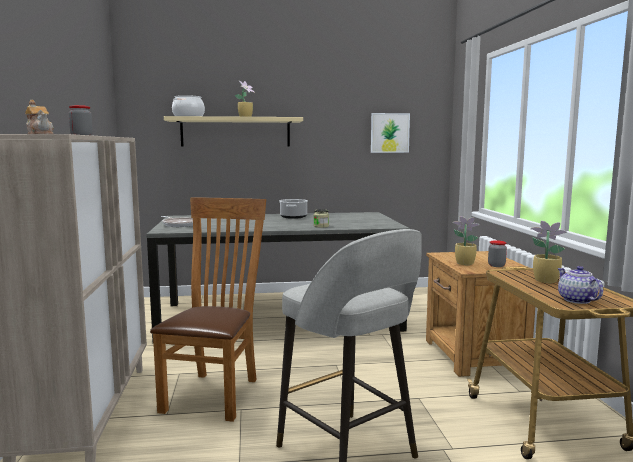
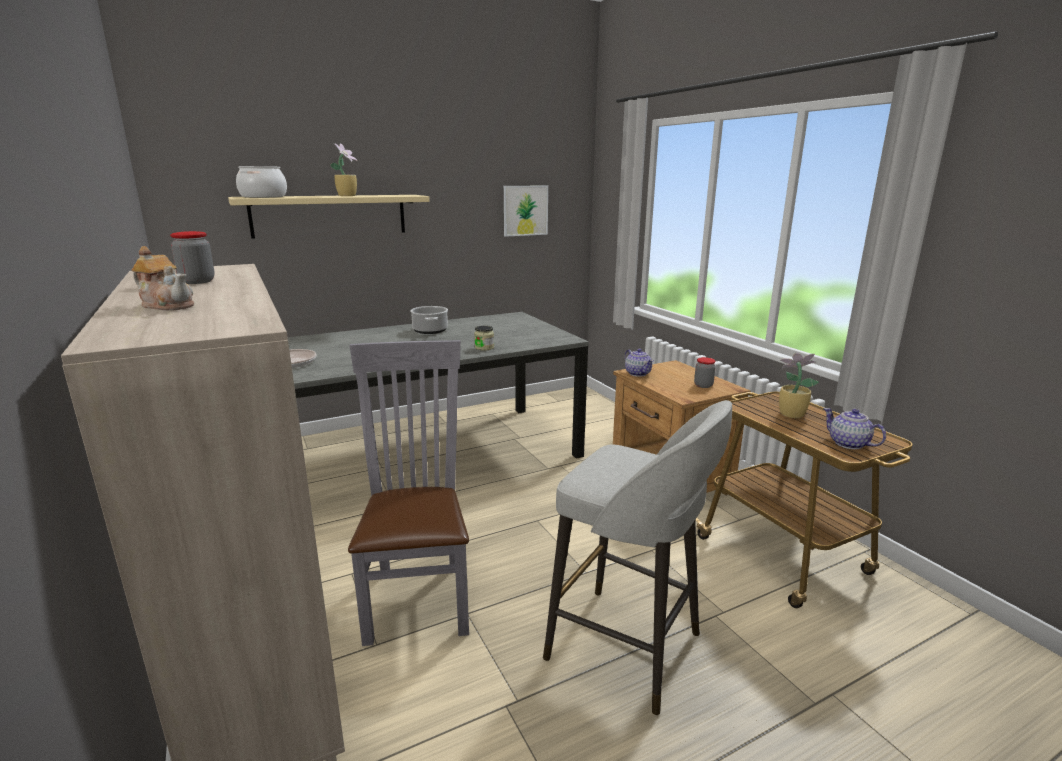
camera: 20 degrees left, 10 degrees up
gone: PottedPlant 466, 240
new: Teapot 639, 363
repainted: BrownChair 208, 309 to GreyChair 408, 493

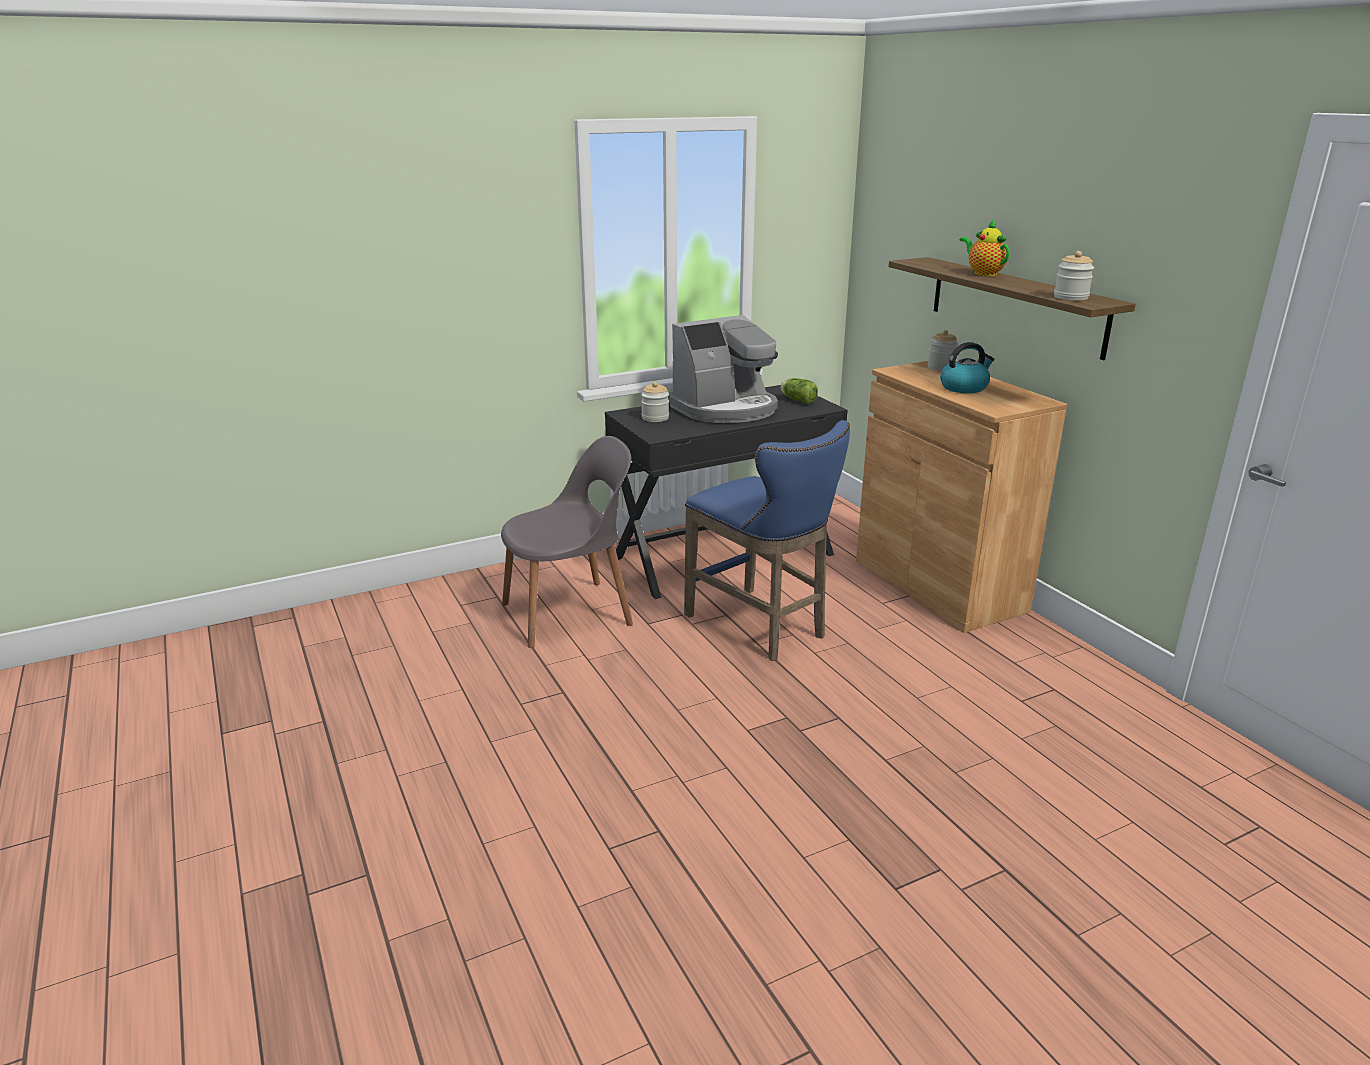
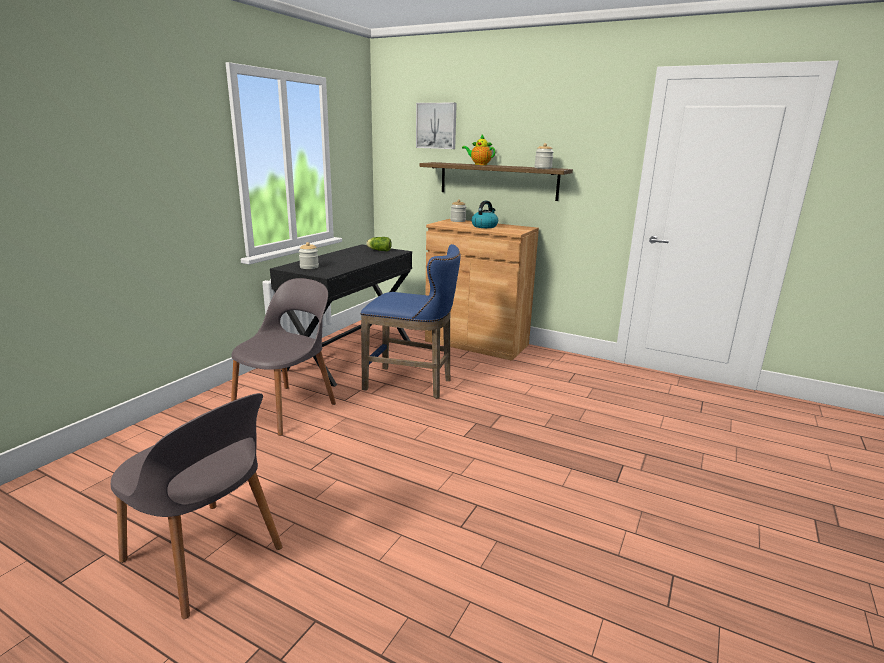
camera: 35 degrees left, 5 degrees down
gone: CoffeeMachine 723, 369
new: GreyChair 197, 506; Picture 436, 126

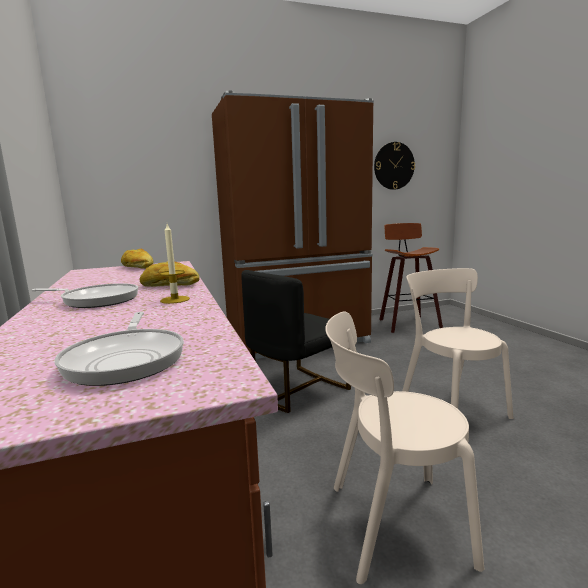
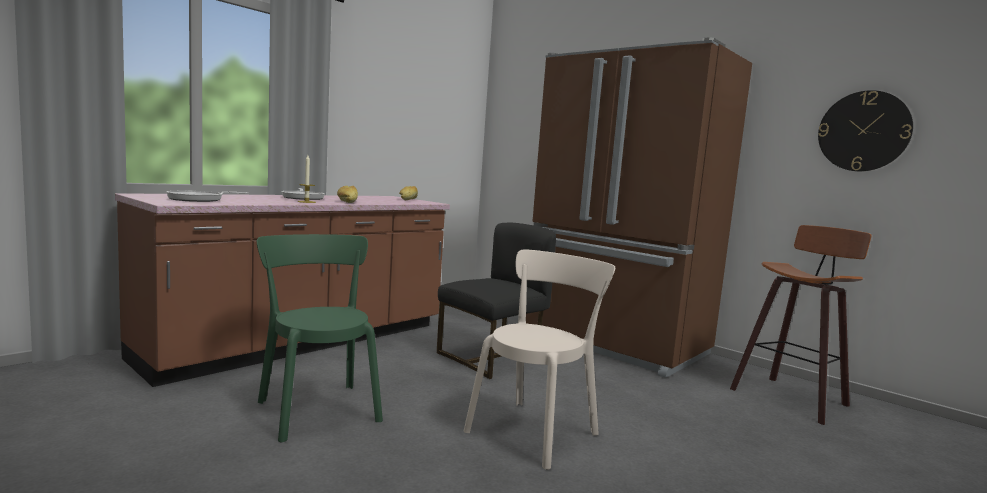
camera: 60 degrees right, 5 degrees down
repainted: BeigeChair 404, 448 to GreenChair 320, 338
rotated: BlackChair 296, 341 = 496, 301 120 degrees clockwise

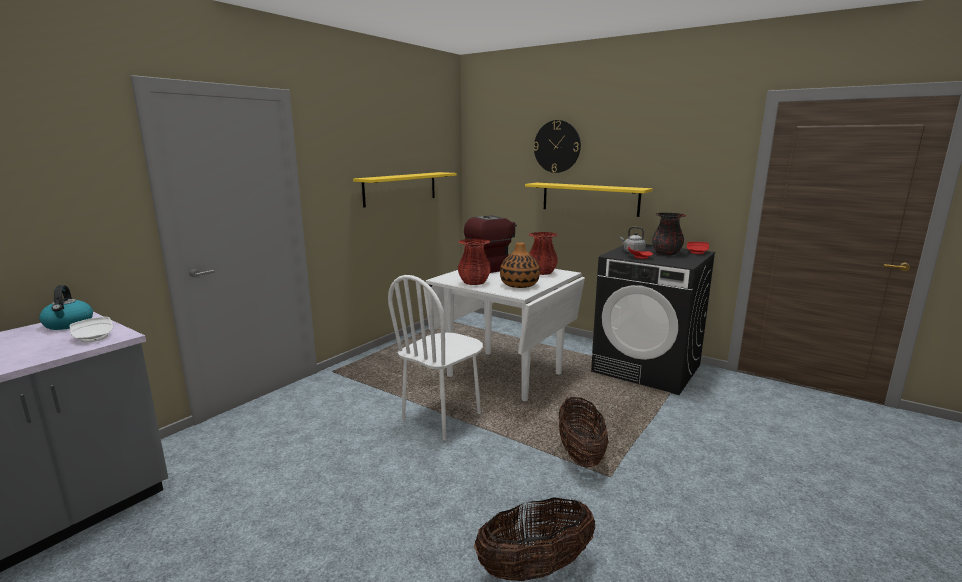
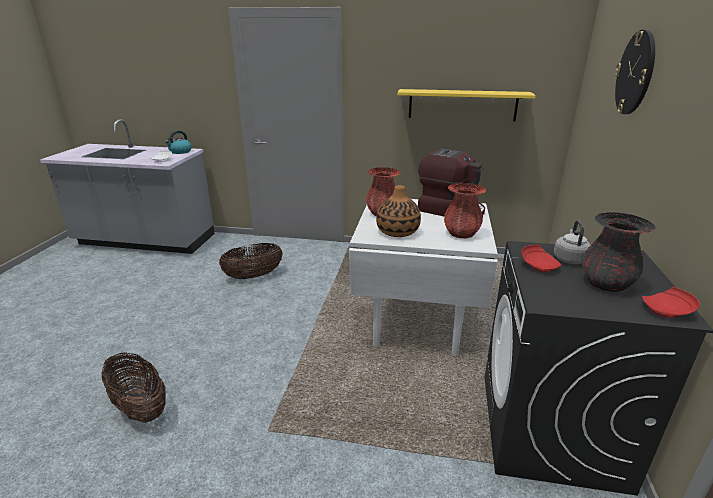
camera: 65 degrees right, 10 degrees up
gone: WhiteChair 435, 357; YellowShelf 589, 200
shifted: Basket 583, 432 to 251, 261

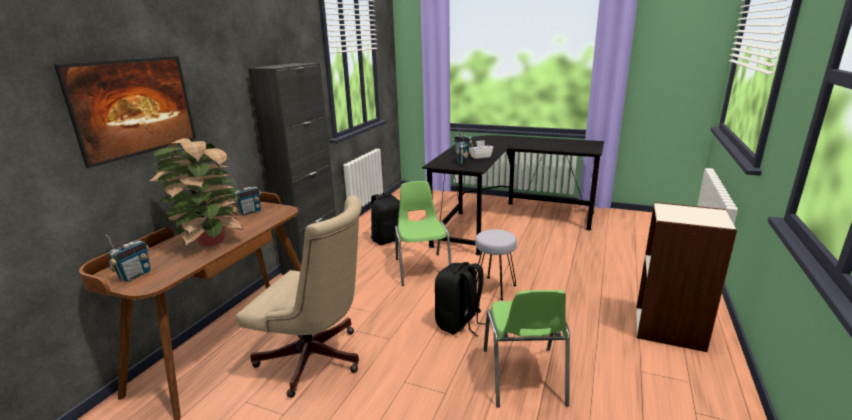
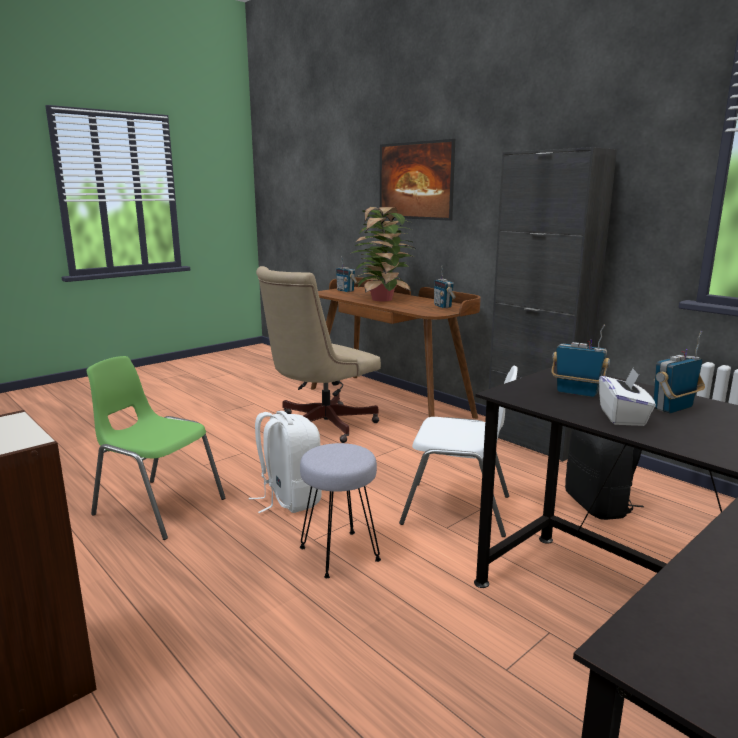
camera: 115 degrees right, 5 degrees down
repainted: GreenChair 423, 233 to WhiteChair 458, 451; BlackBackpack 460, 299 to WhiteBackpack 285, 462

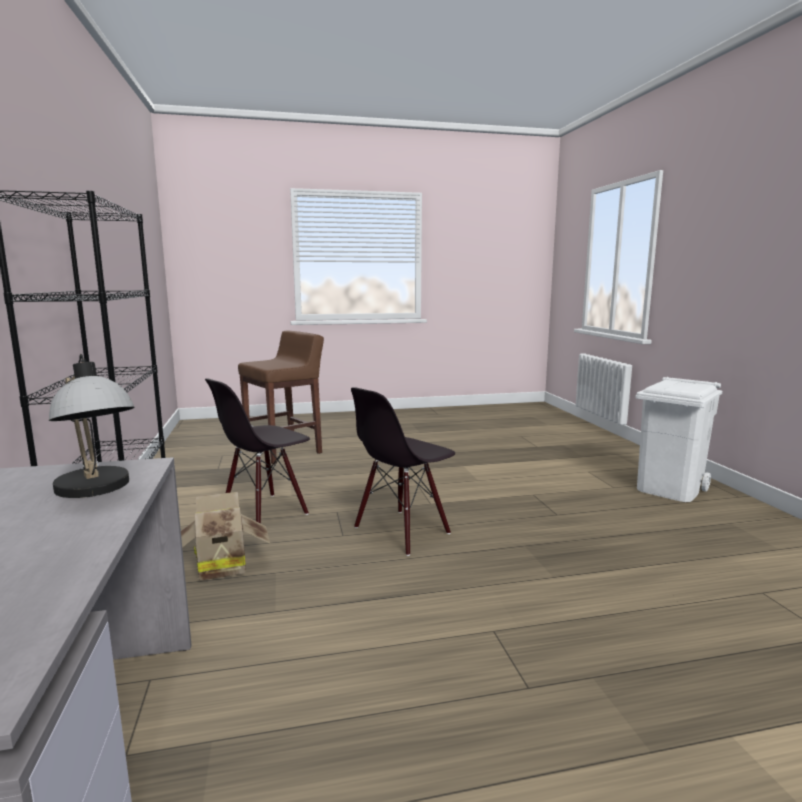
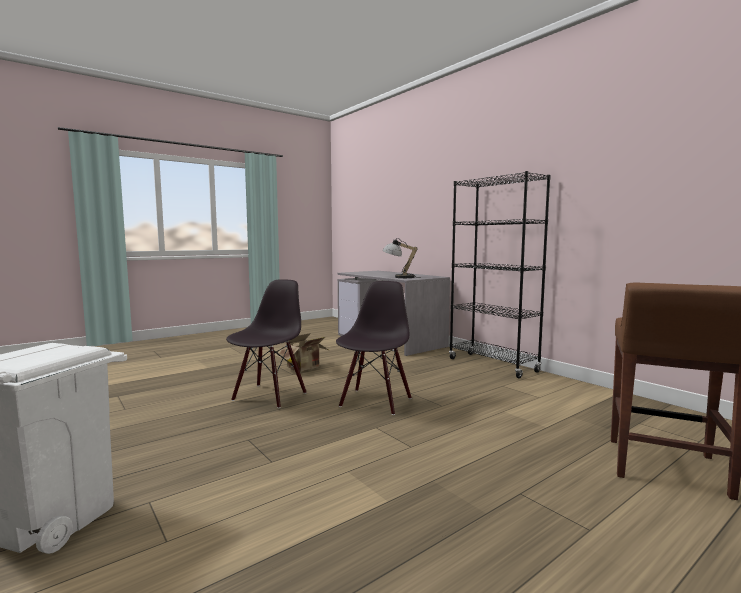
camera: 155 degrees right, 5 degrees down
shifted: CardboardBox 225, 536 to 301, 352; BlackChair 257, 450 to 266, 343

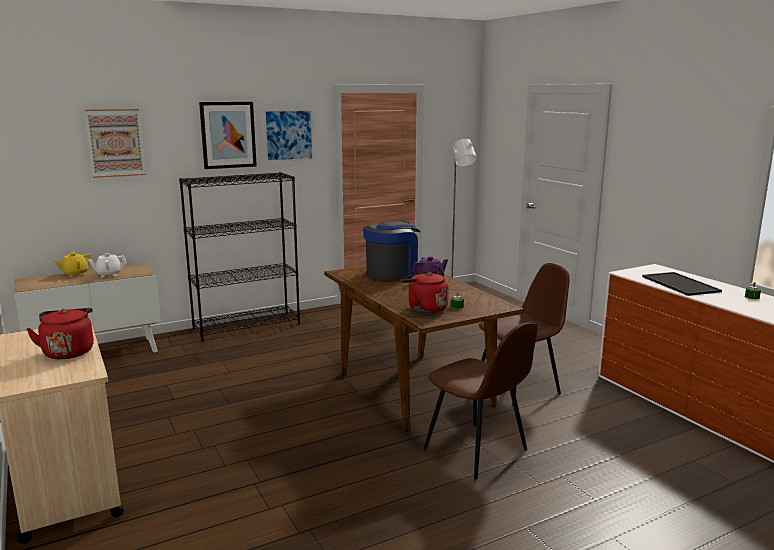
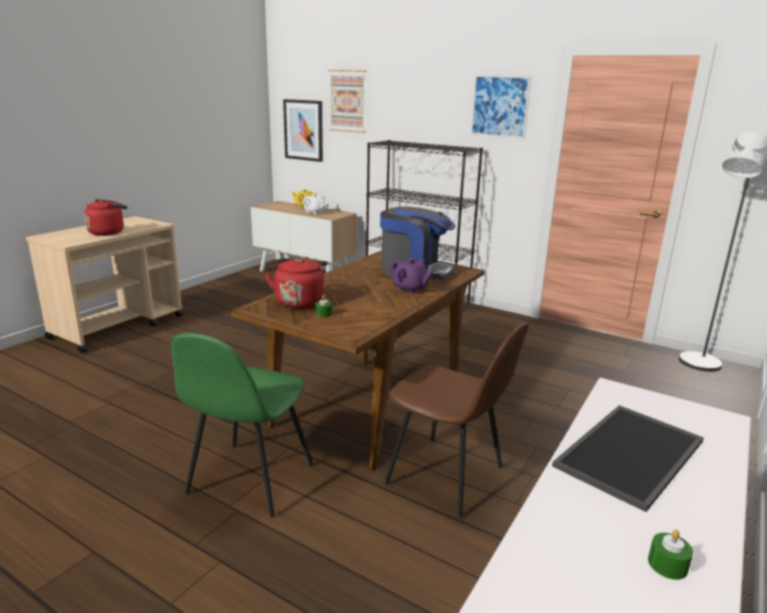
camera: 60 degrees right, 5 degrees up
shifted: Picture 228, 135 to 303, 130
repainted: BrownChair 480, 400 to GreenChair 242, 425

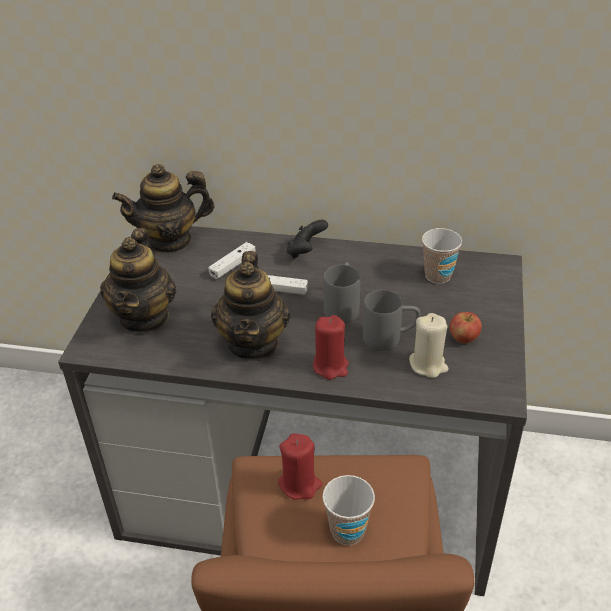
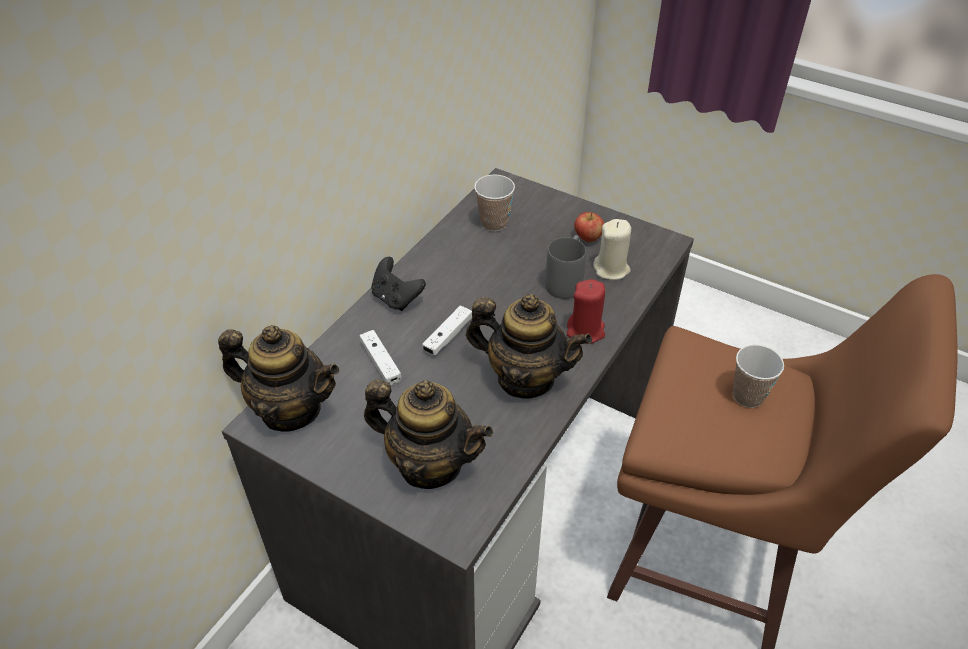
camera: 70 degrees left, 5 degrees up
gone: RedCandle 300, 466; GreyMug 341, 292
rotated: Teapot 163, 209 = 278, 378 75 degrees counterclockwise

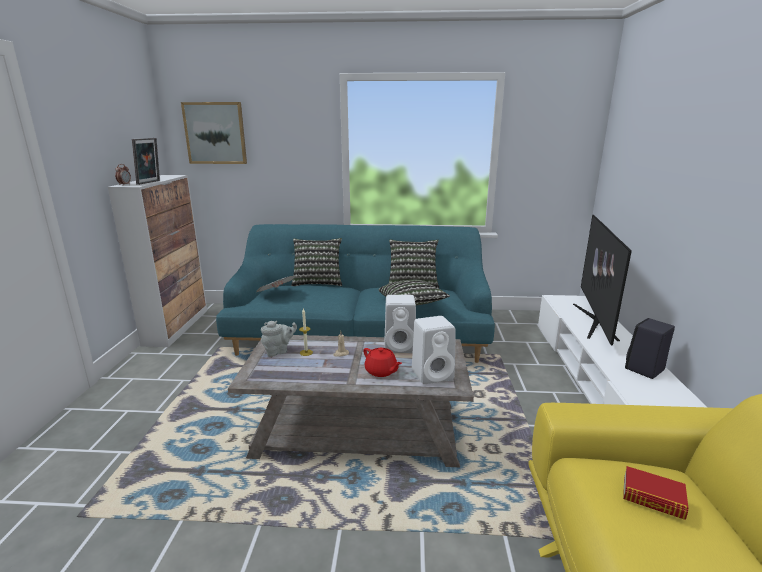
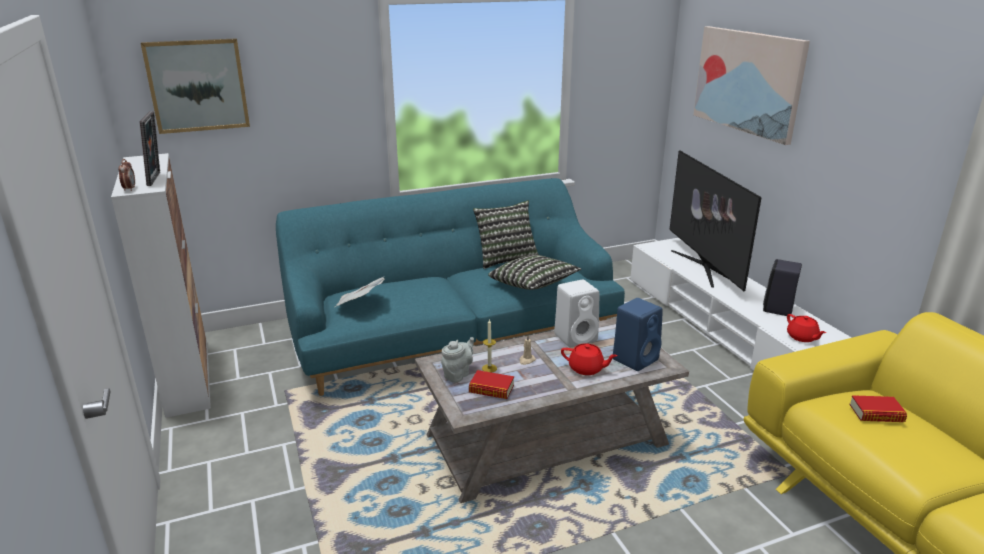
camera: 25 degrees left, 5 degrees up
gone: Pillow 316, 262
new: Book 491, 384; Picture 751, 85; RedTeapot 806, 328
repainted: WhiteSpeaker 433, 350 to BlueSpeaker 638, 334

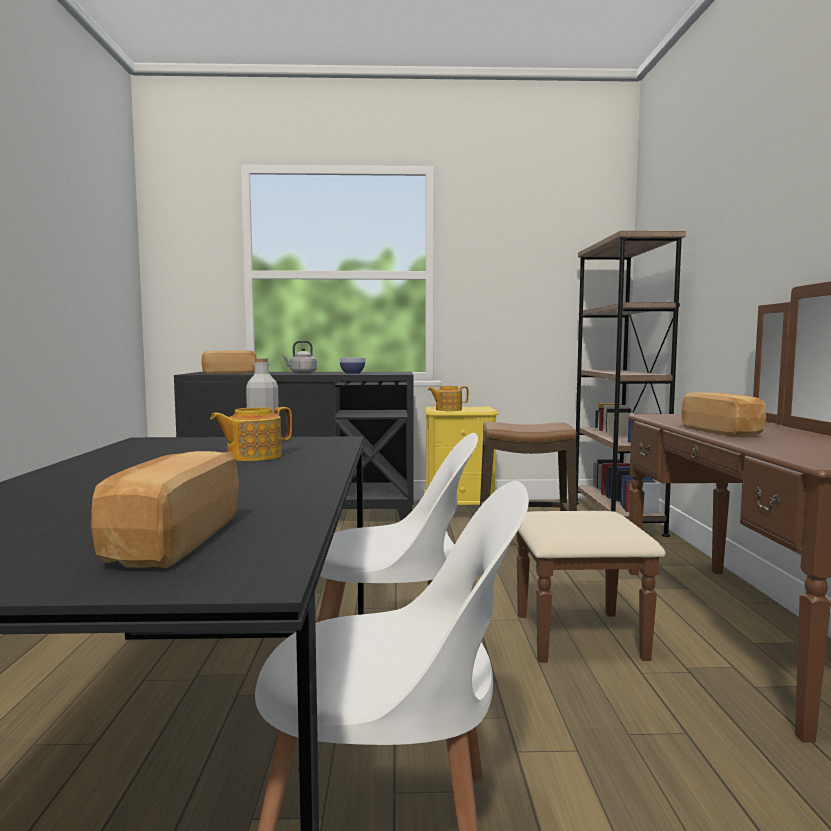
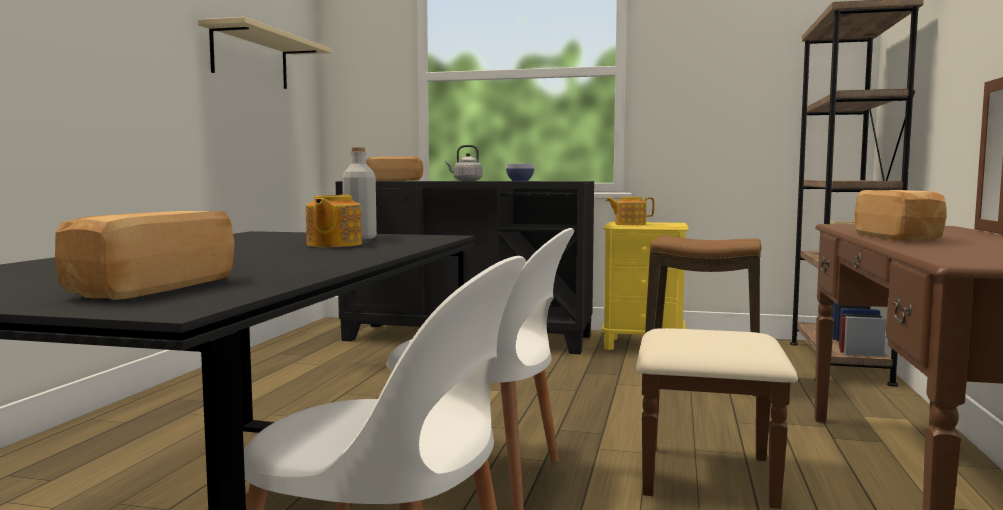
camera: 15 degrees right, 0 degrees up
new: BeigeShelf 264, 53
rotated: Teapot 251, 434 = 334, 220 60 degrees counterclockwise

